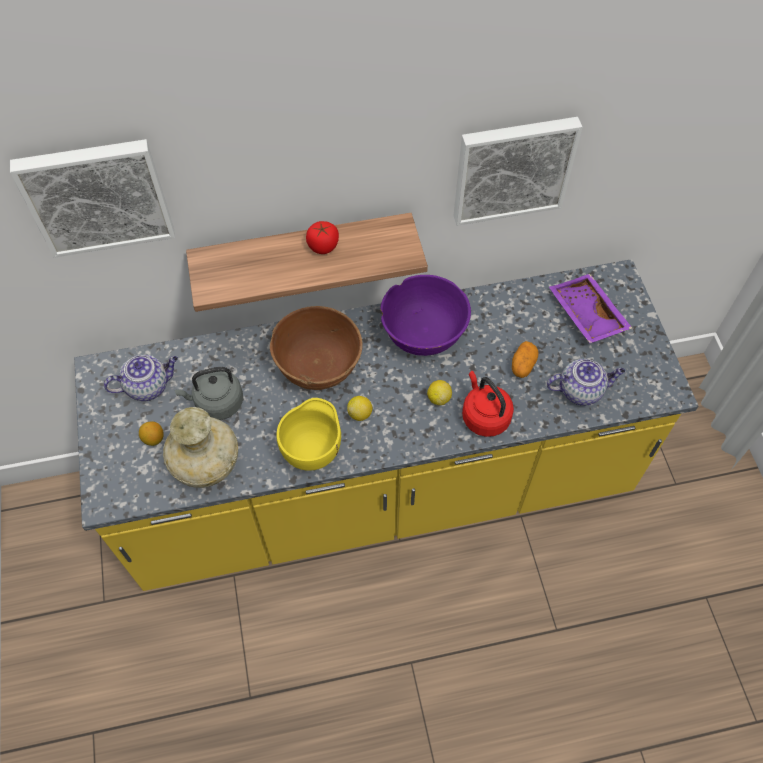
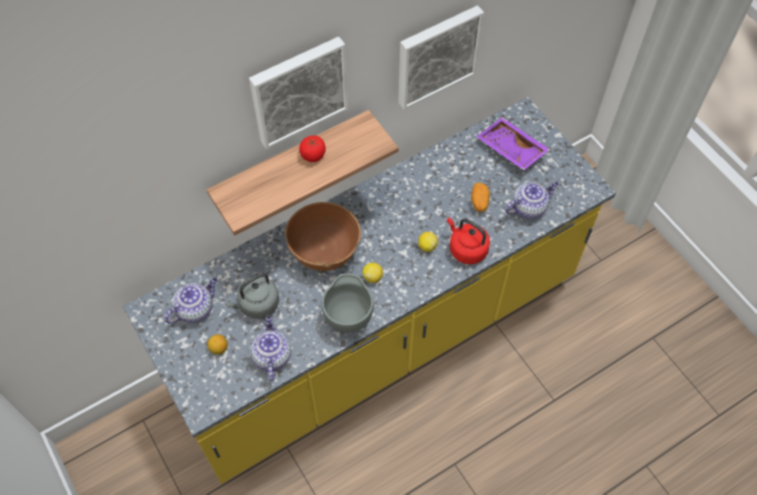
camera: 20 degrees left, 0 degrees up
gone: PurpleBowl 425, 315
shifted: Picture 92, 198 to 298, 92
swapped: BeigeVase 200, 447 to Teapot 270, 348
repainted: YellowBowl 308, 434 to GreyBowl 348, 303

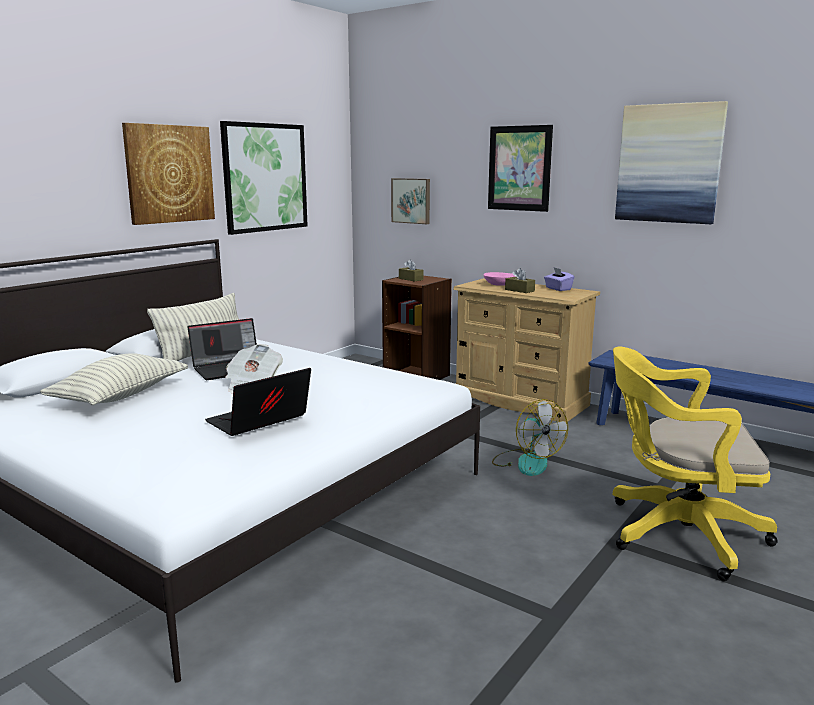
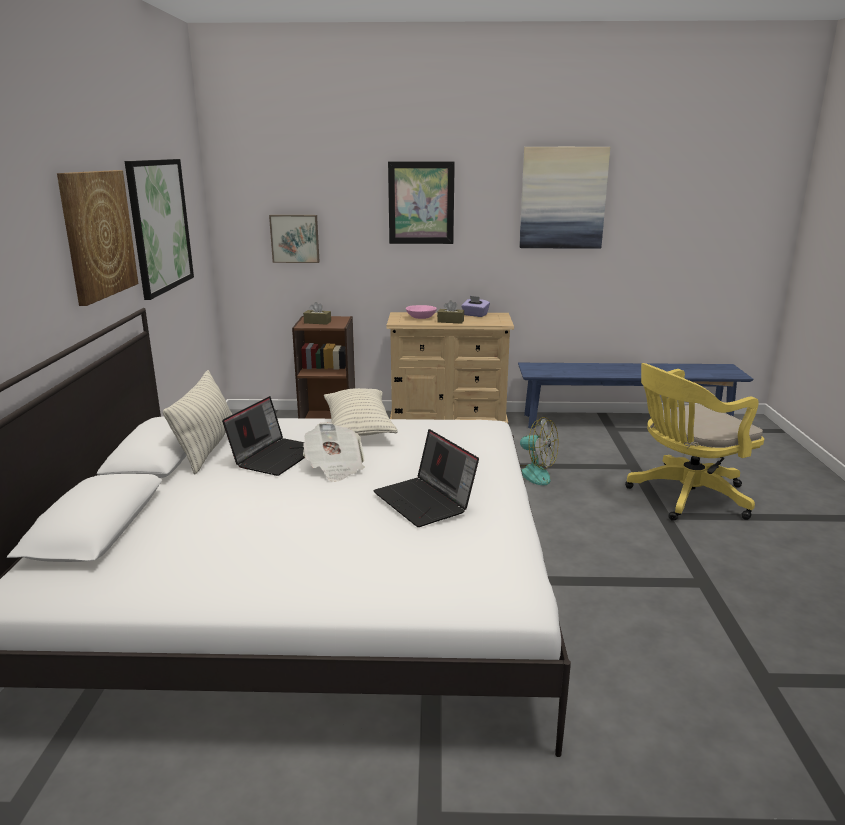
camera: 35 degrees left, 5 degrees up
shifted: Pillow 114, 379 to 361, 412
rotated: Laptop 258, 402 = 426, 478 45 degrees counterclockwise

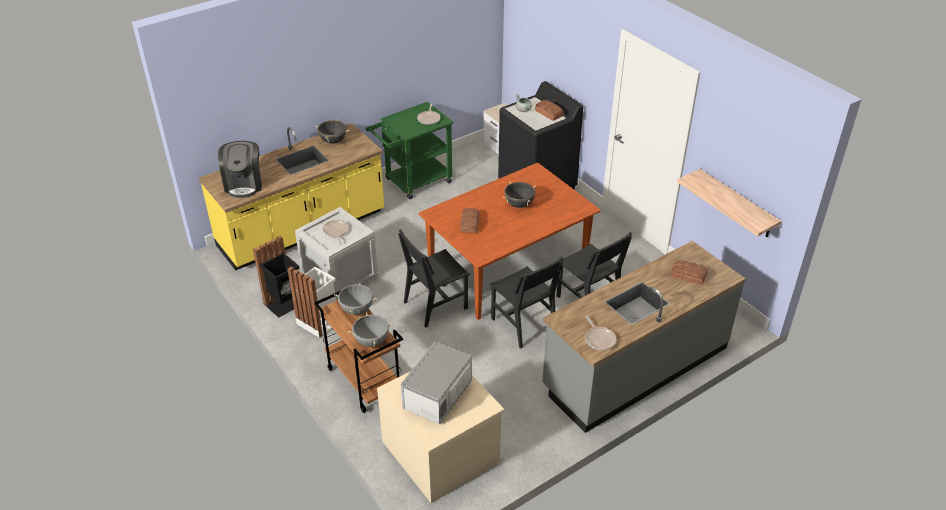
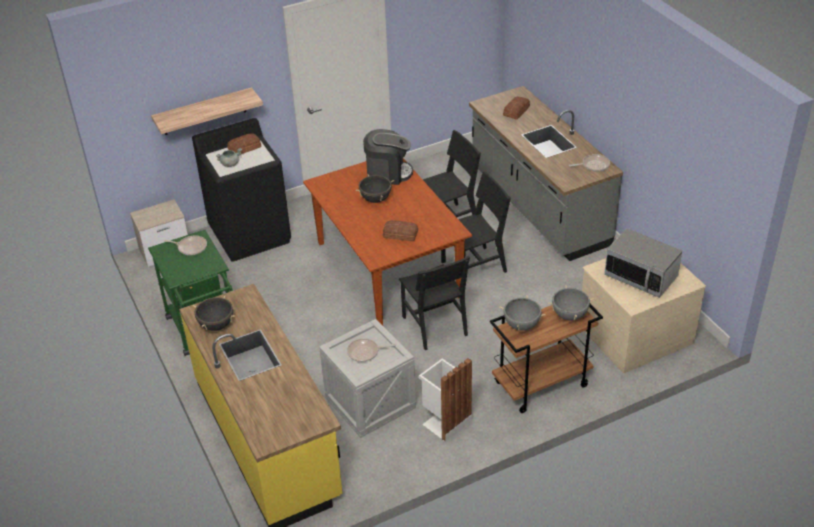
camera: 80 degrees left, 0 degrees up
gone: BlackTrashCan 276, 277
shifted: CoffeeMachine 240, 169 to 388, 157; Shelf 729, 203 to 207, 111

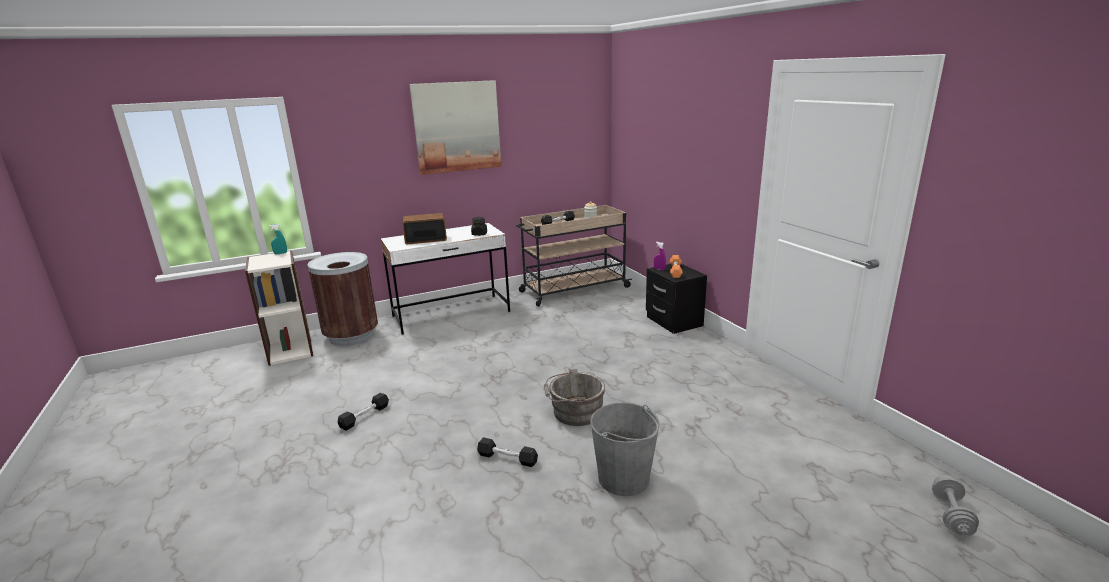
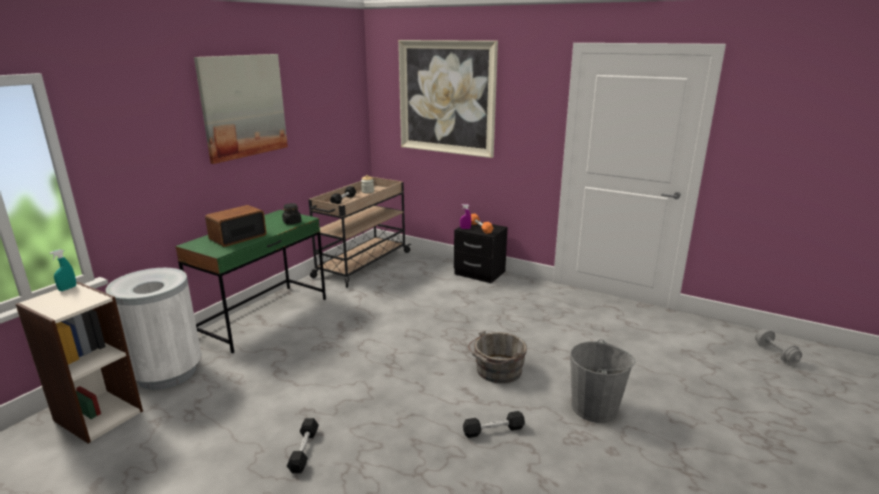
camera: 35 degrees left, 0 degrees up
new: Picture 448, 99
repainted: BrownTrashCan 343, 299 to WhiteTrashCan 154, 329; WhiteDesk 445, 279 to GreenDesk 250, 281

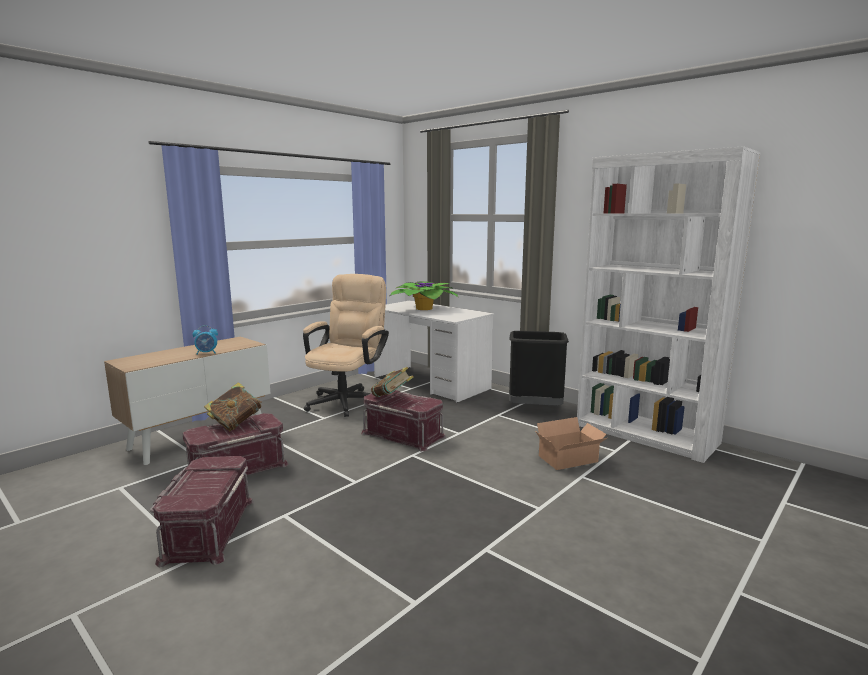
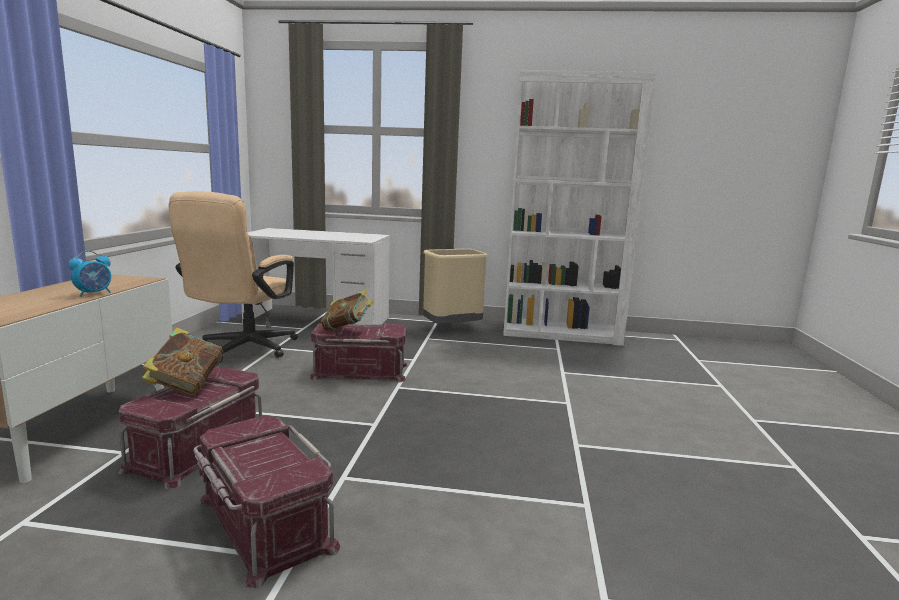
camera: 35 degrees left, 0 degrees up
gone: PottedPlant 424, 295; CardboardBox 571, 443
repainted: BlackTrashCan 539, 368 to BeigeTrashCan 455, 286
rotated: BeigeOfficeChair 346, 345 = 233, 277 150 degrees counterclockwise

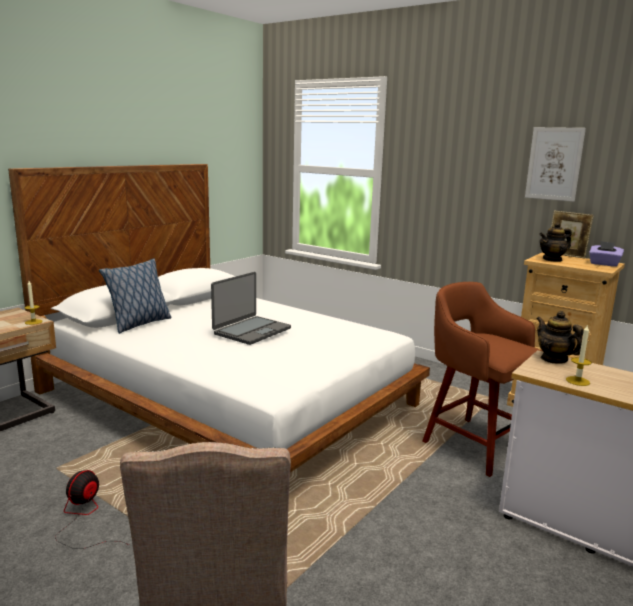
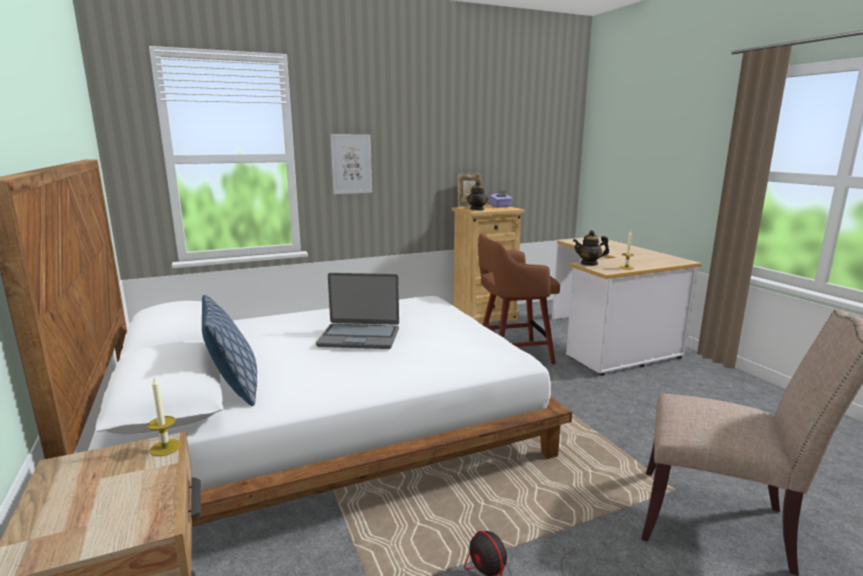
camera: 60 degrees left, 0 degrees up
shifted: Picture 555, 164 to 351, 164
rotated: Laptop 251, 308 = 357, 311 120 degrees clockwise

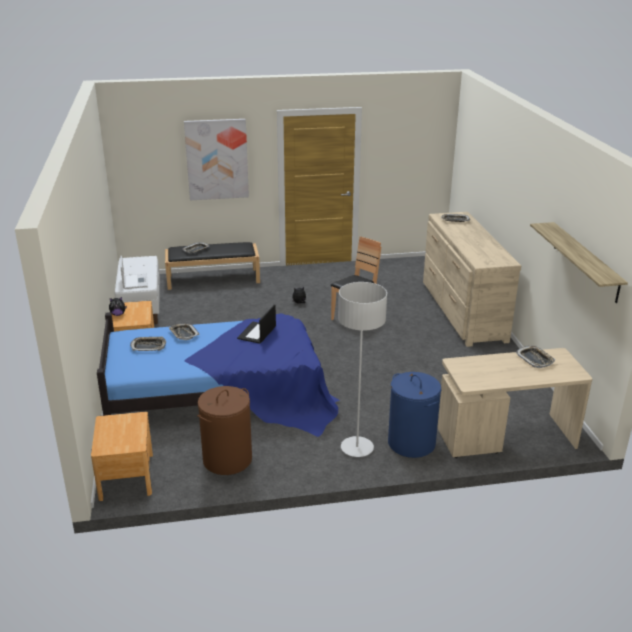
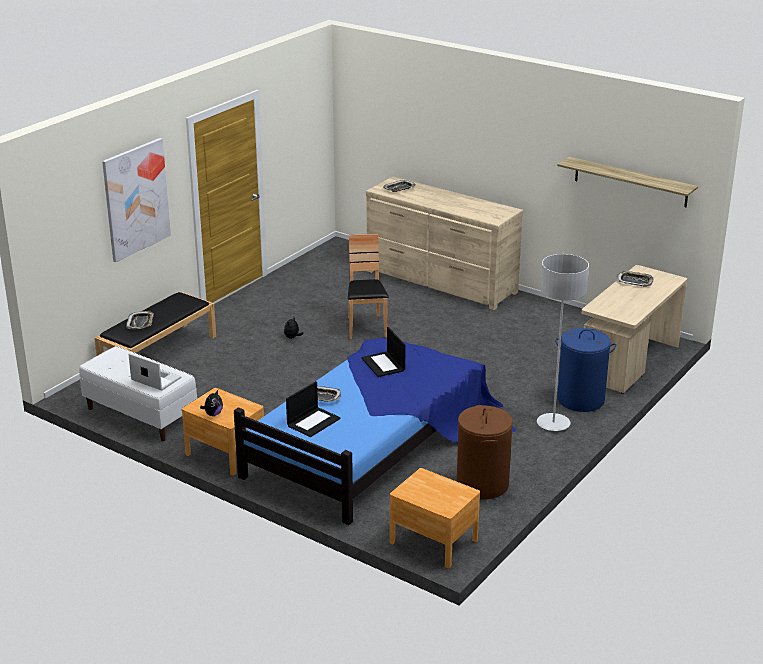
camera: 45 degrees left, 0 degrees up
swapped: Tray 148, 343 to Laptop 313, 409

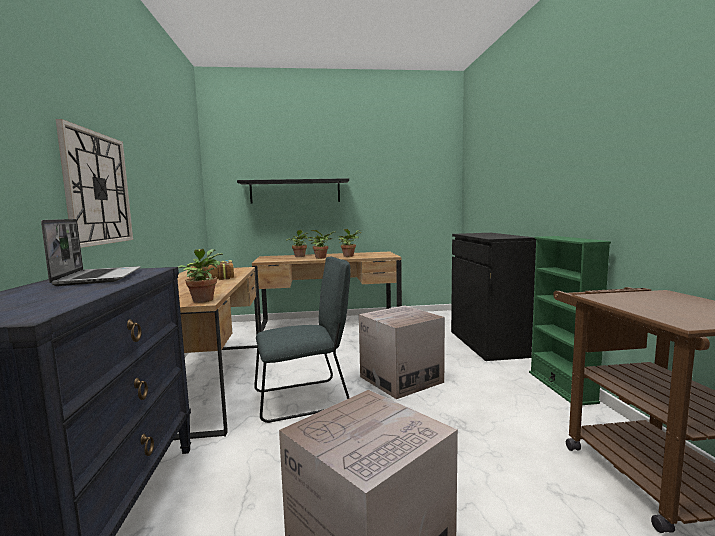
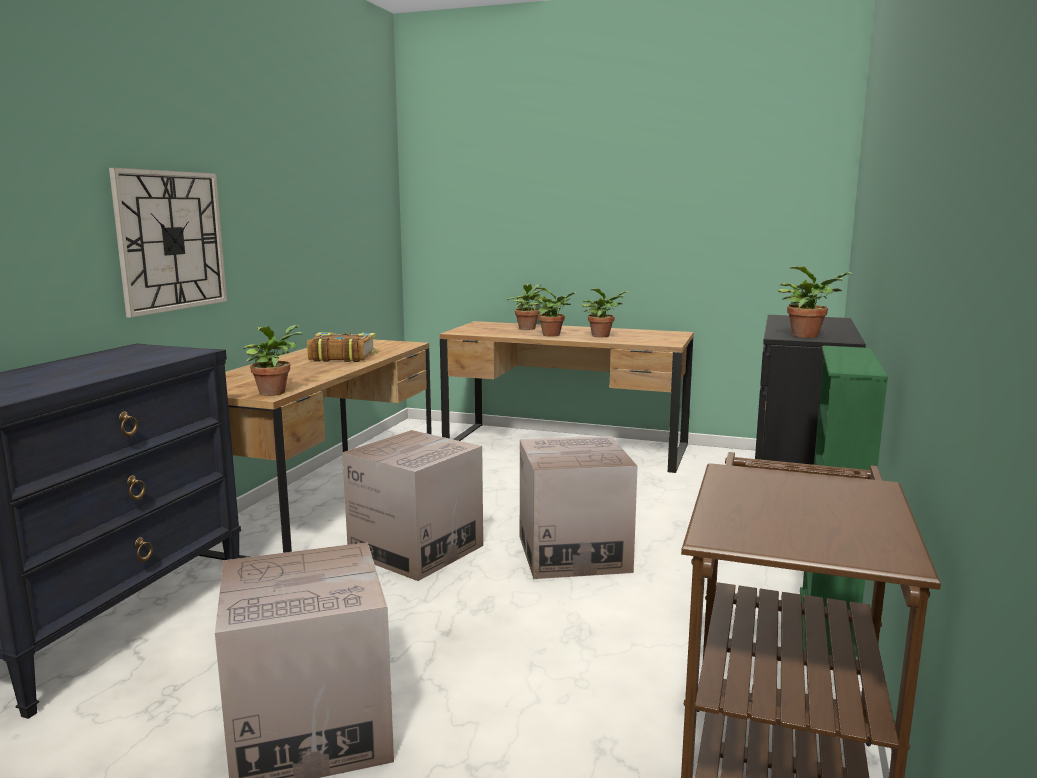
camera: 25 degrees right, 5 degrees up
gone: Laptop 91, 252; BlackShelf 293, 191
new: PottedPlant 816, 302
swapped: GreyChair 302, 339 to CardboardBox 412, 505

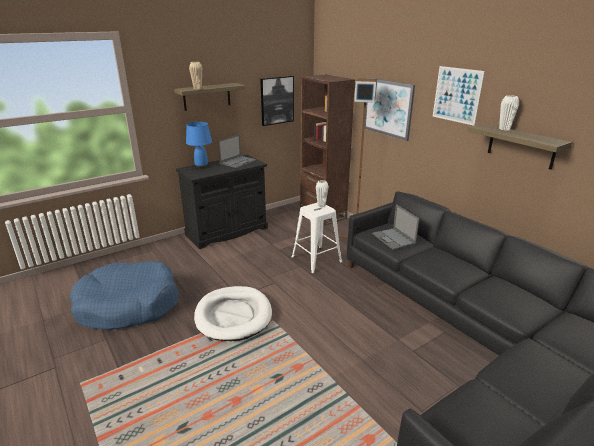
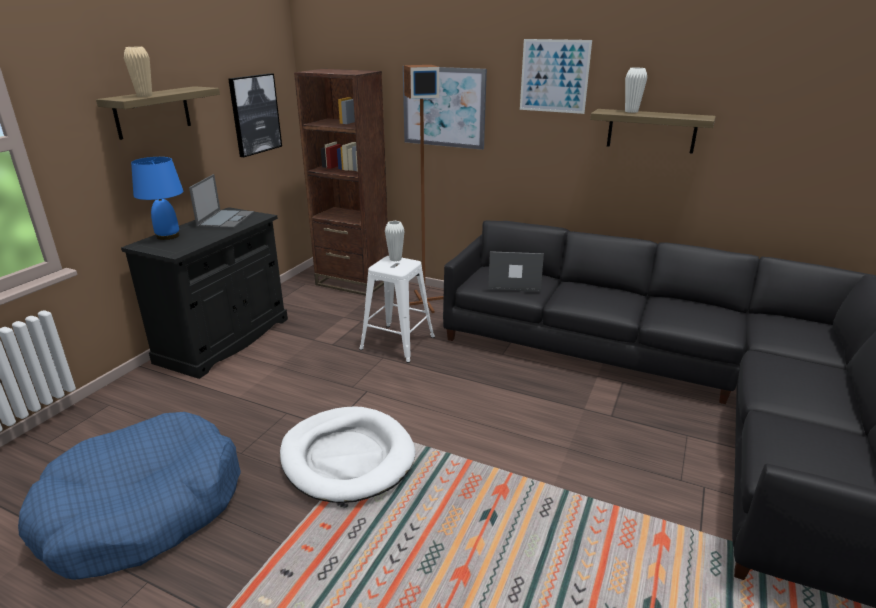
camera: 30 degrees left, 0 degrees up
rotated: Laptop 396, 227 = 516, 271 150 degrees clockwise

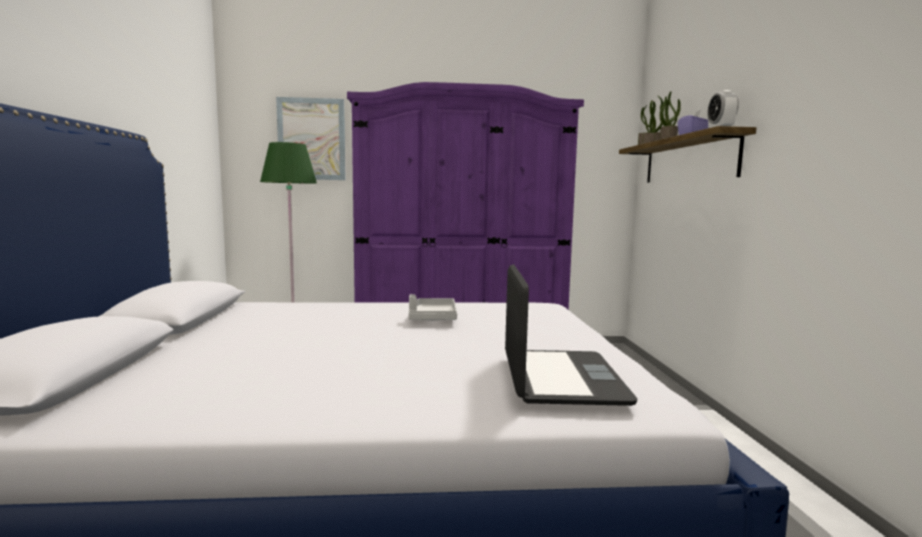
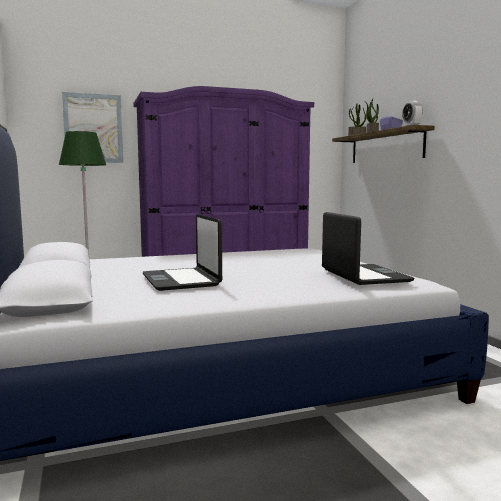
camera: 15 degrees left, 0 degrees up
gone: GreyTray 432, 307
new: Laptop 182, 252

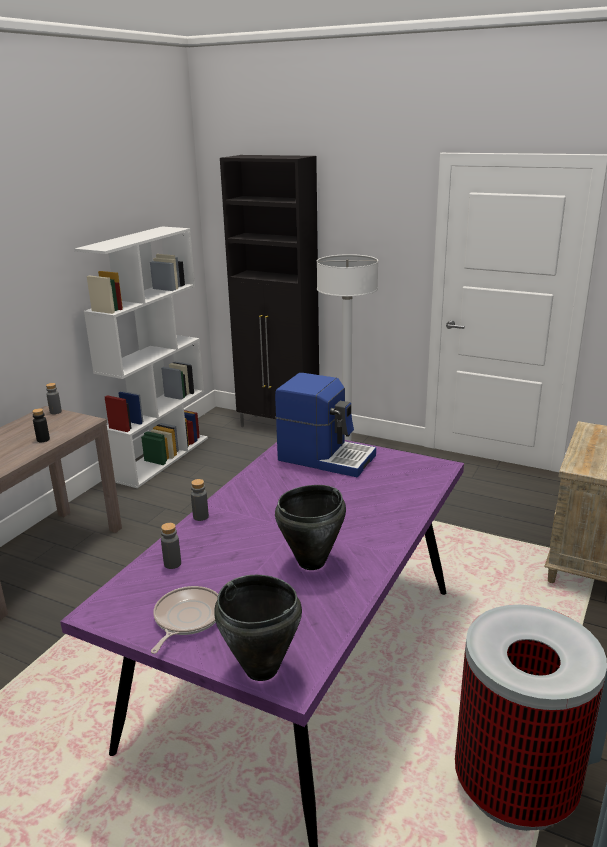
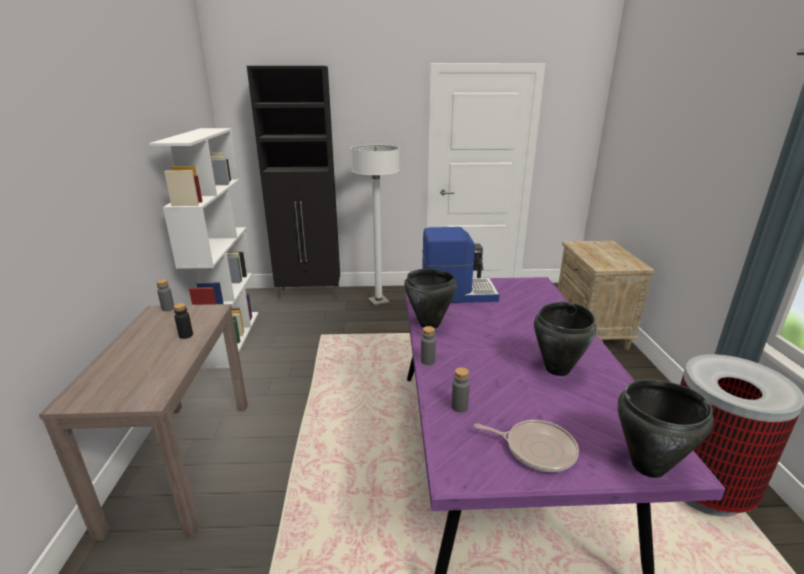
camera: 30 degrees left, 0 degrees up
new: BlackCookingPot 431, 299
rotated: FryingPan 184, 620 = 526, 446 120 degrees clockwise

